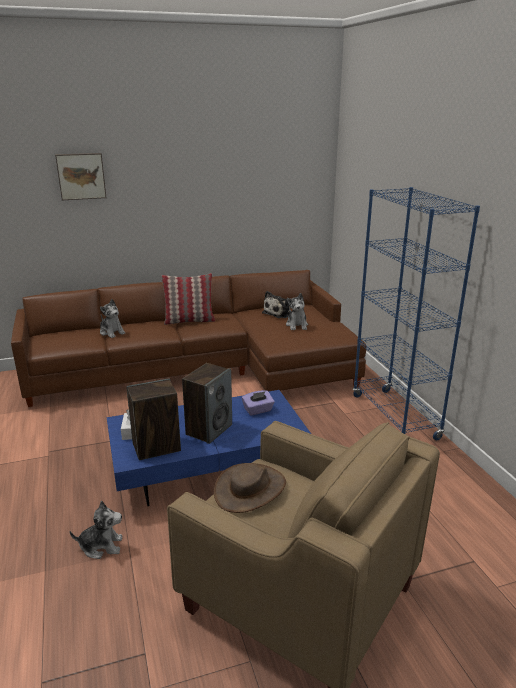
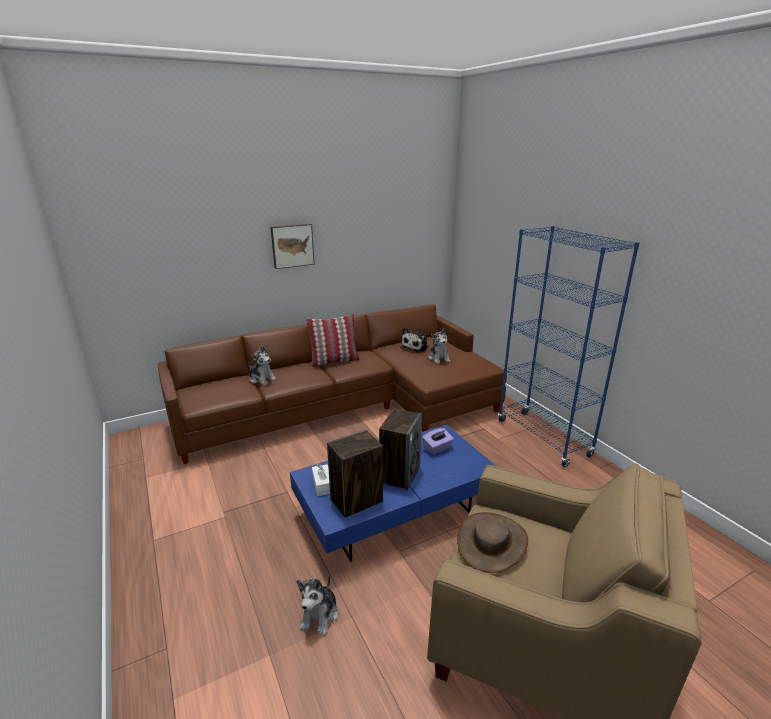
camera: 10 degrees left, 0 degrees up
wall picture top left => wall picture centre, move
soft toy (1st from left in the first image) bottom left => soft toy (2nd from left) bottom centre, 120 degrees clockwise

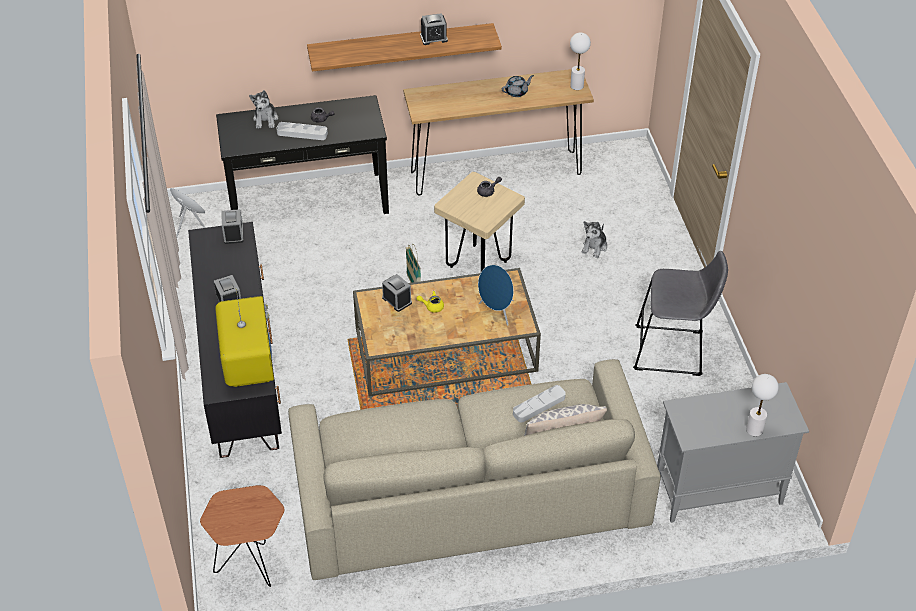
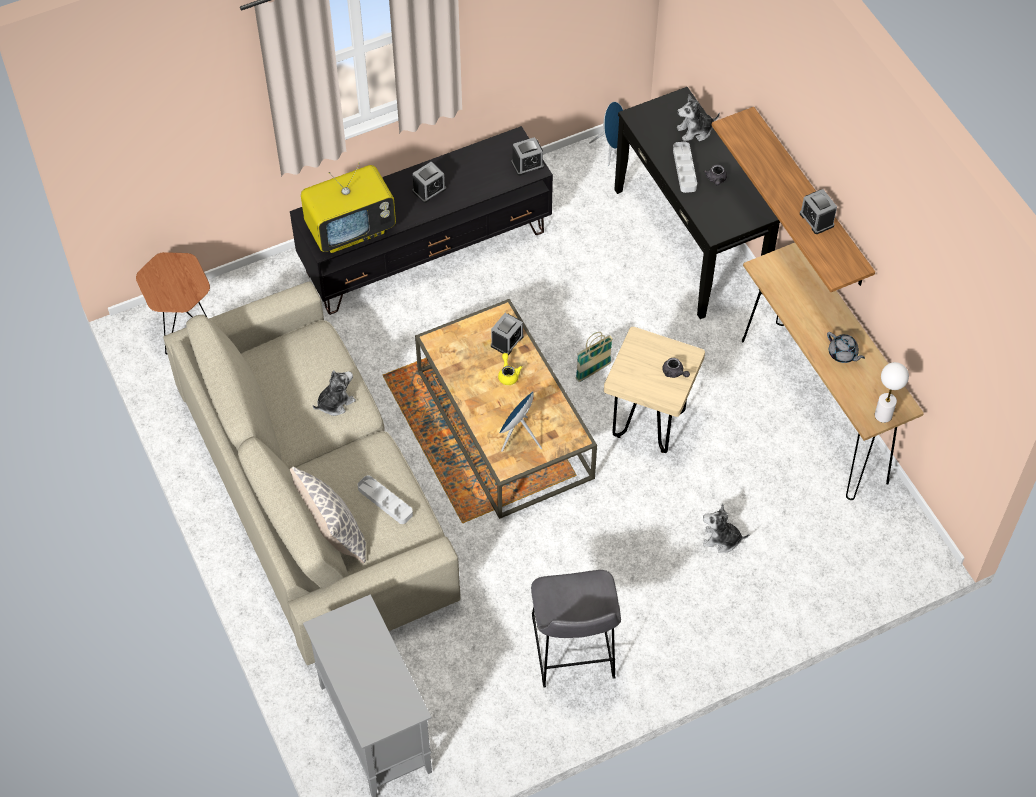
camera: 75 degrees right, 10 degrees up
table lamp in white (2nd from left) middle right => nothing
nothing => soft toy (1st from left) middle left

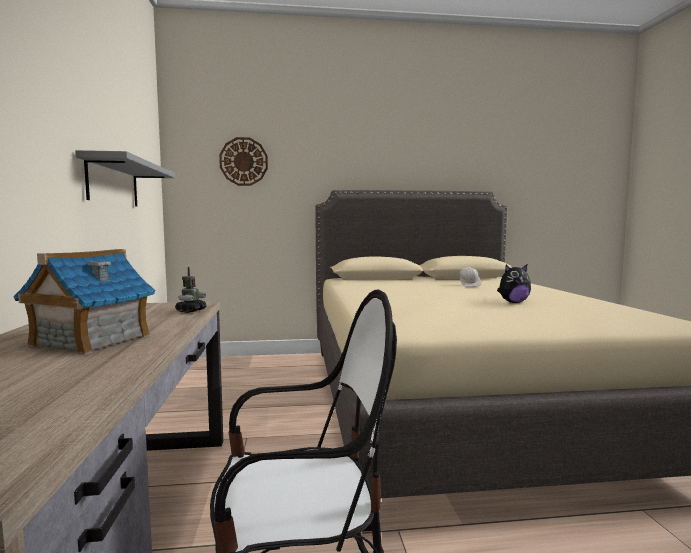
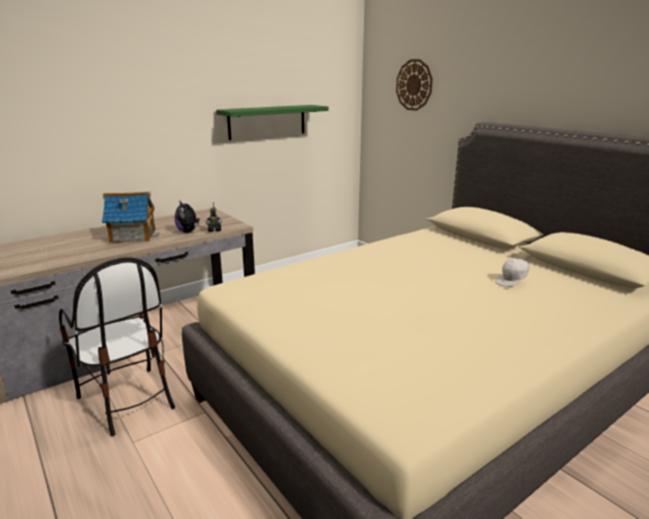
camera: 60 degrees right, 15 degrees up
bracket shelf in gray top left => bracket shelf in green top centre
soft toy middle right => soft toy middle left, move

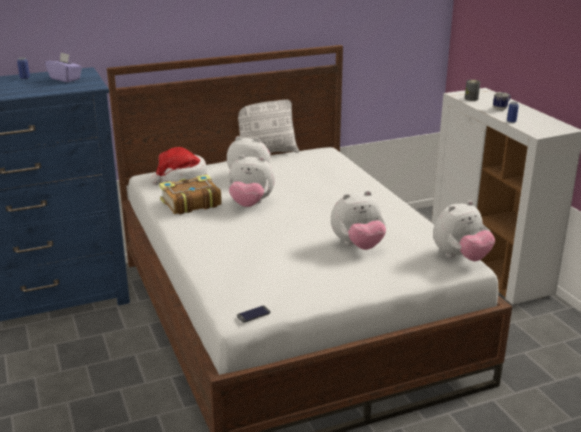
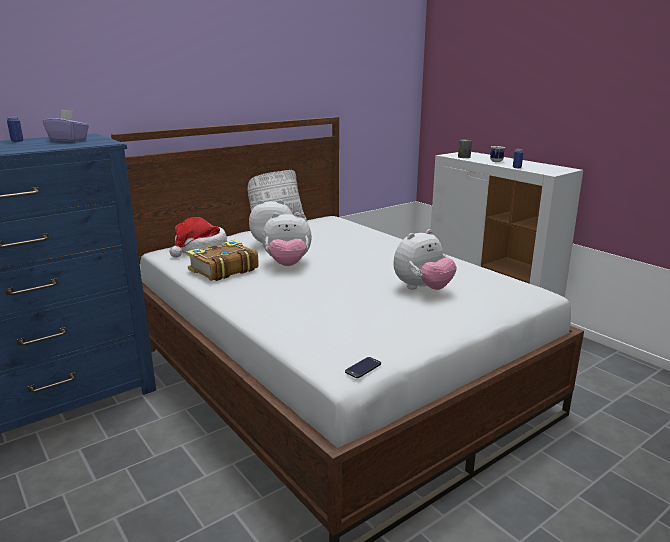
camera: 15 degrees left, 5 degrees down
soft toy (4th from left) middle right => nothing

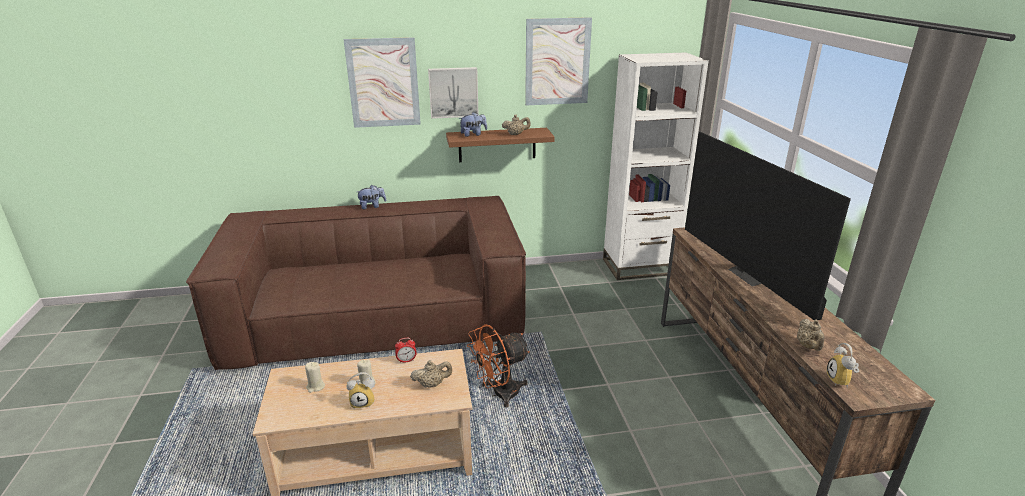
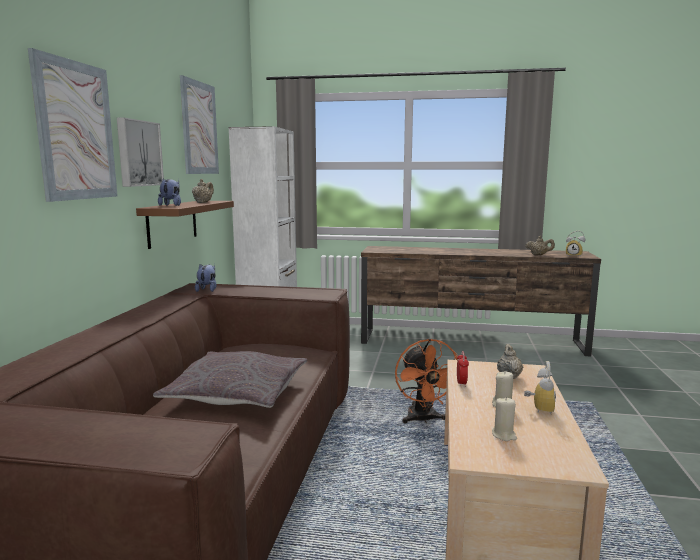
camera: 70 degrees left, 15 degrees down
soft toy (1st from left in the first image) centre => soft toy (2nd from left) middle left, move
TV set middle right => nothing
nothing => throw pillow in gray bottom left

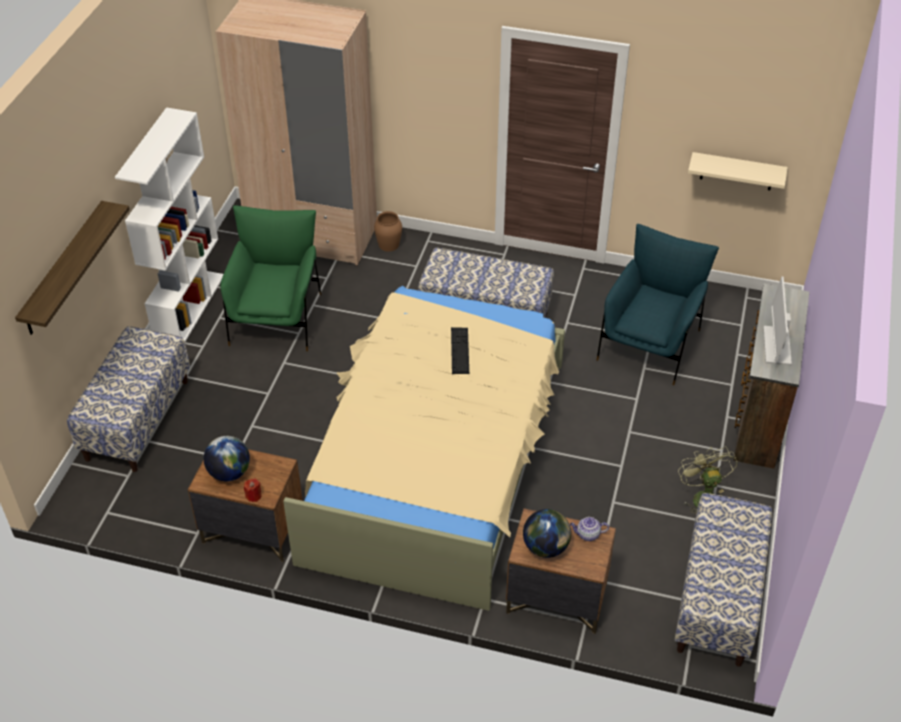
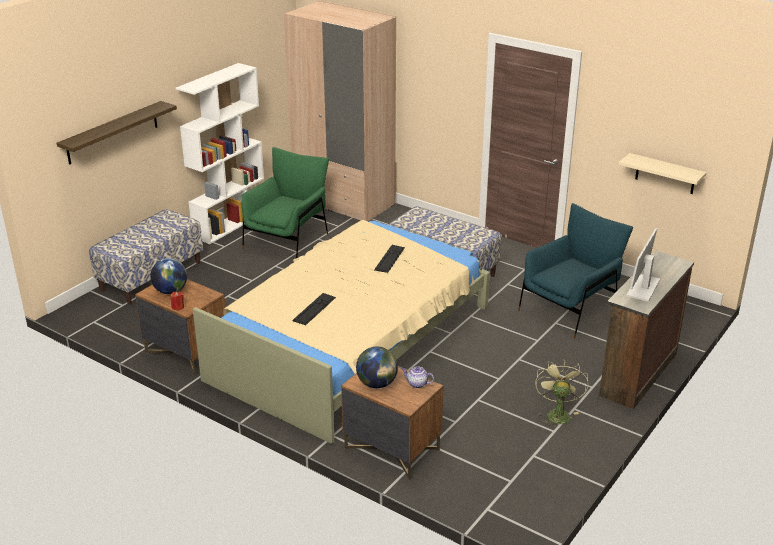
camera: 20 degrees right, 15 degrees down
flower vase in brown top centre => nothing
long seat (3rd from left) bottom right => nothing
nothing => PC keyboard (1st from left) centre

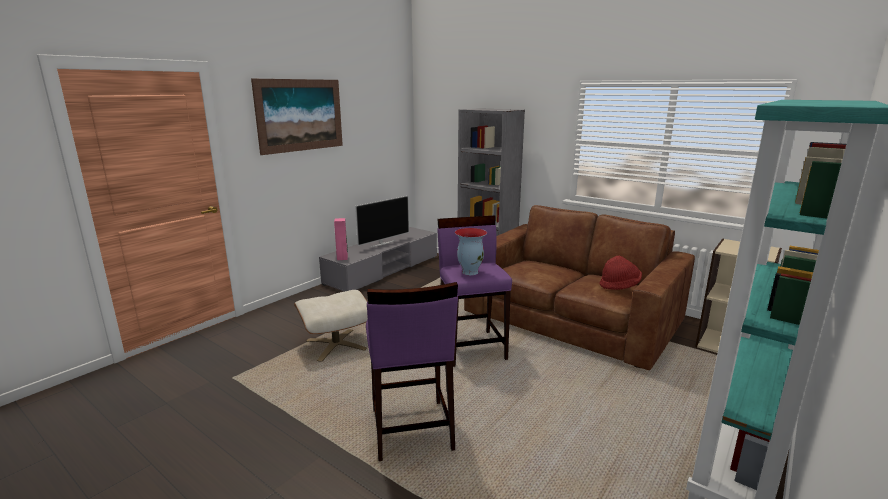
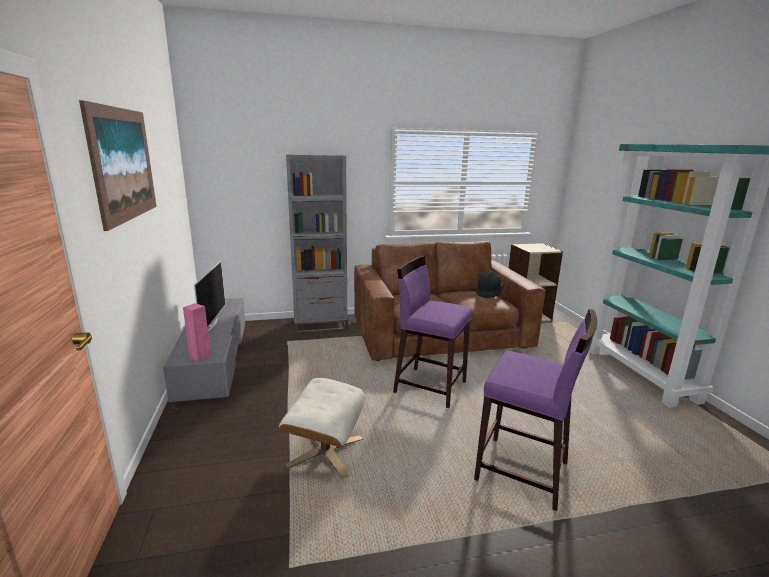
camera: 50 degrees left, 0 degrees up
flower vase centre => nothing
clothing hat in red-coloured middle right => clothing hat in black-coloured centre

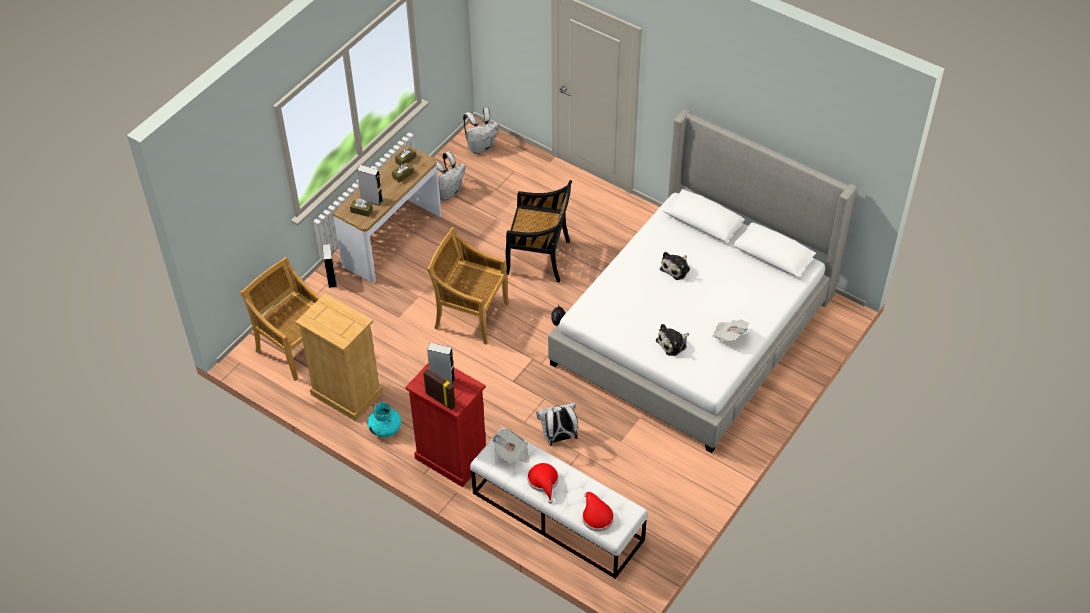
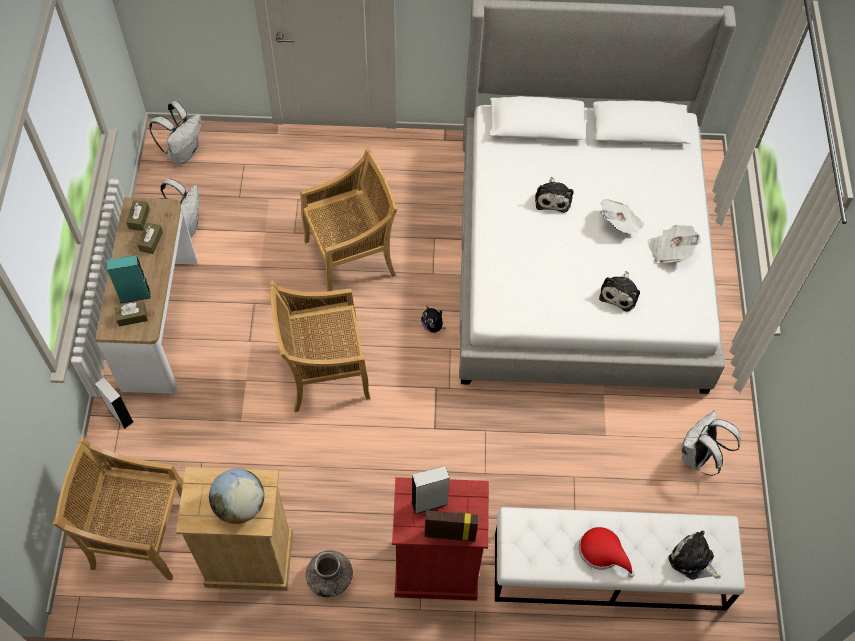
camera: 35 degrees left, 10 degrees up
speaker in gray (2nd from left) top centre => speaker in turquoise middle left
flower vase in turquoise bottom centre => flower vase in gray bottom centre
newspaper (1st from left) bottom centre => newspaper (1st from left) middle right, move
upright chair in black-coloured centre => upright chair in beige-coloured (3rd from left) centre
backpack in white (3rd from left) bottom centre => backpack in white (3rd from left) bottom right, move
clothing hat in red-coloured (2nd from left) bottom centre => soft toy (4th from left) bottom right
nothing => world globe bottom left

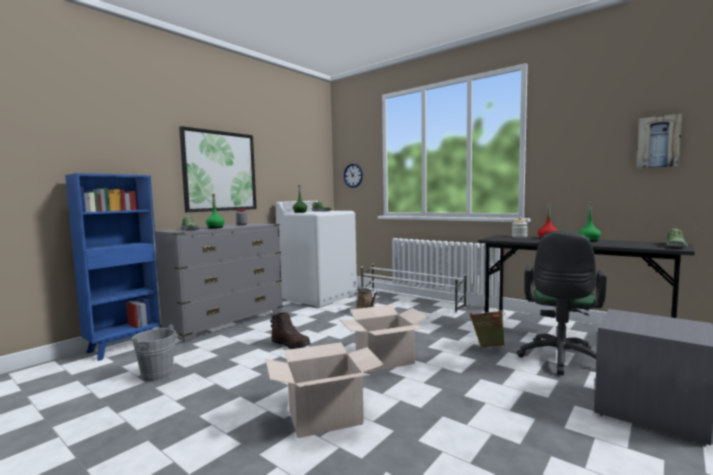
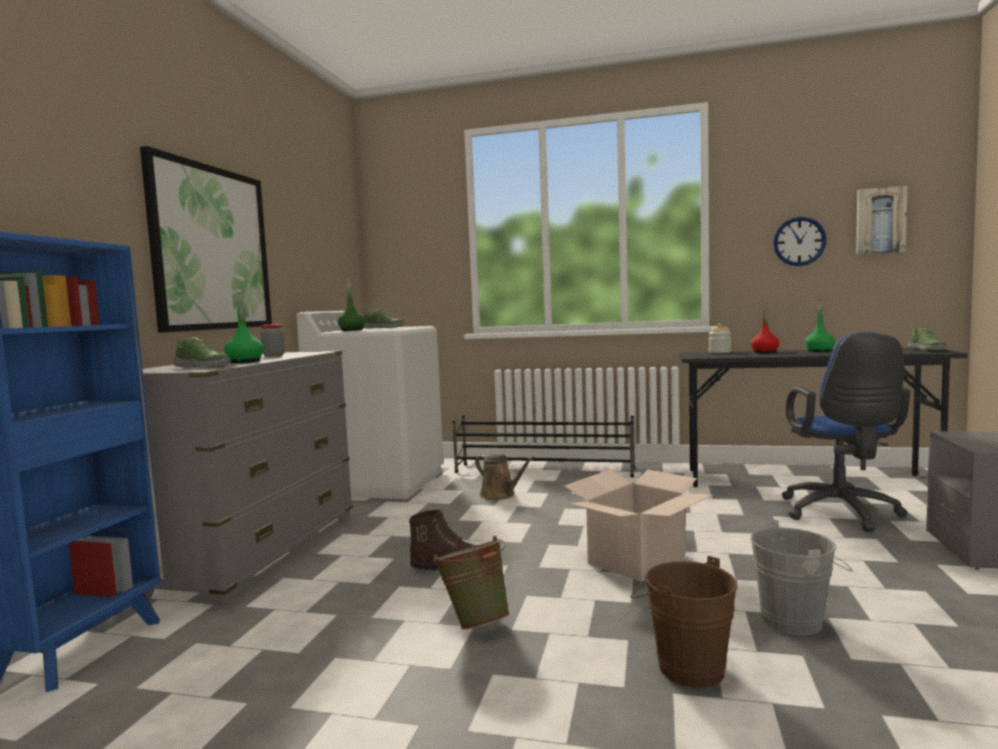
camera: 25 degrees left, 0 degrees up
bucket in gray bottom left => bucket in gray bottom right, move
carton (1st from left) bottom centre => bucket in brown bottom right
hanging clock centre => hanging clock top right, move
shoe stand in white centre => shoe stand in black-coloured centre
bucket in green bottom right => bucket in green bottom centre, move
computer chair in green middle right => computer chair in blue-coloured middle right

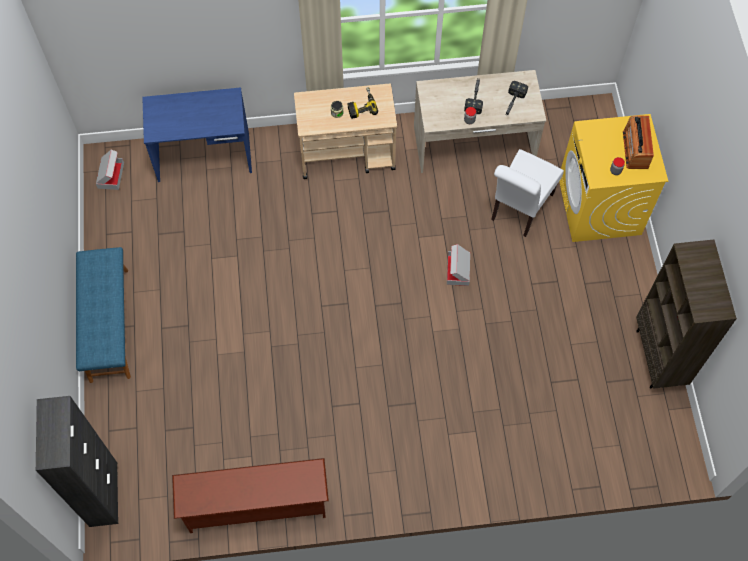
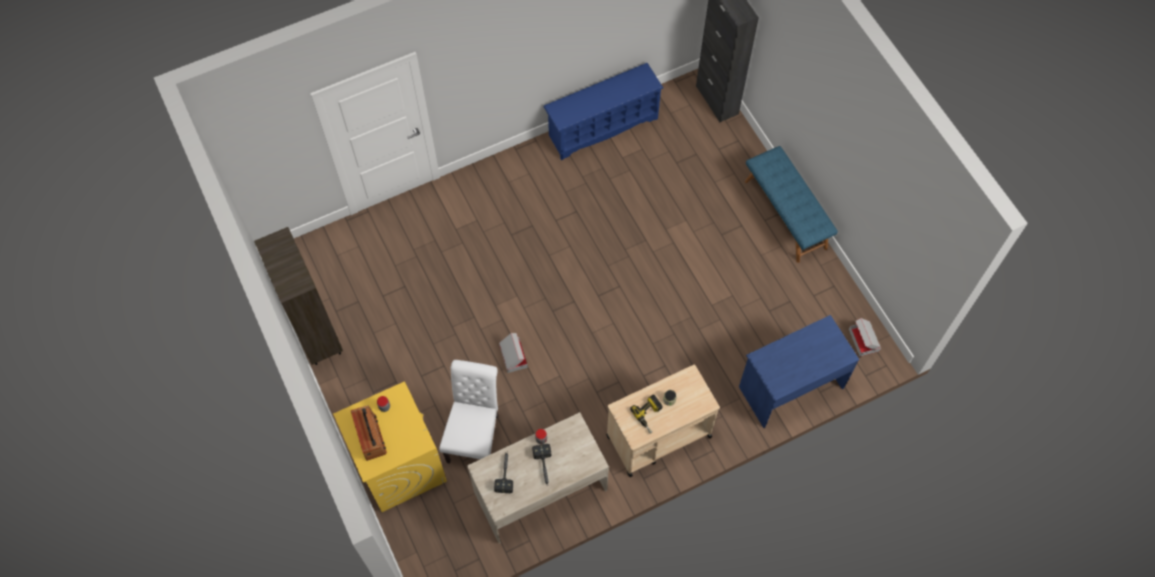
camera: 160 degrees right, 0 degrees up
shoe stand in brown bottom centre => shoe stand in blue-coloured top centre

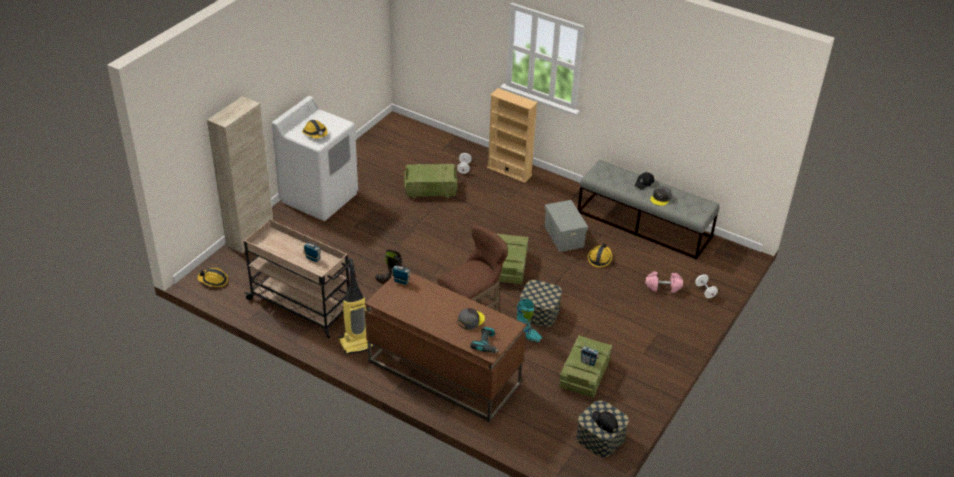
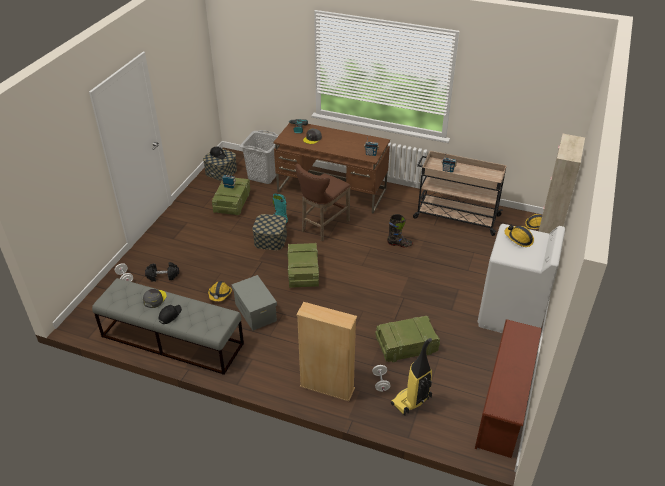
camera: 170 degrees right, 0 degrees up
vacuum centre => vacuum bottom centre, move
hand weight in pink middle right => hand weight in black-coloured middle left
nothing => hamper in gray top centre
nothing => shoe stand in brown bottom right

